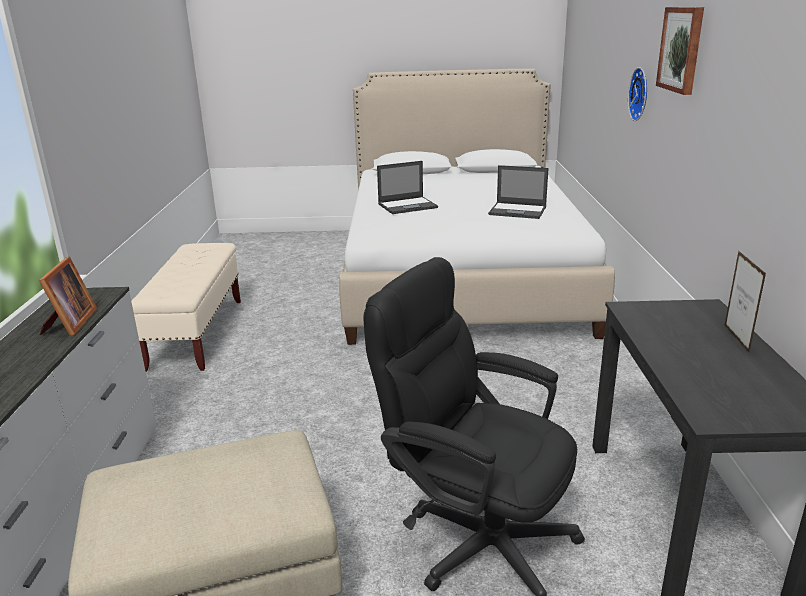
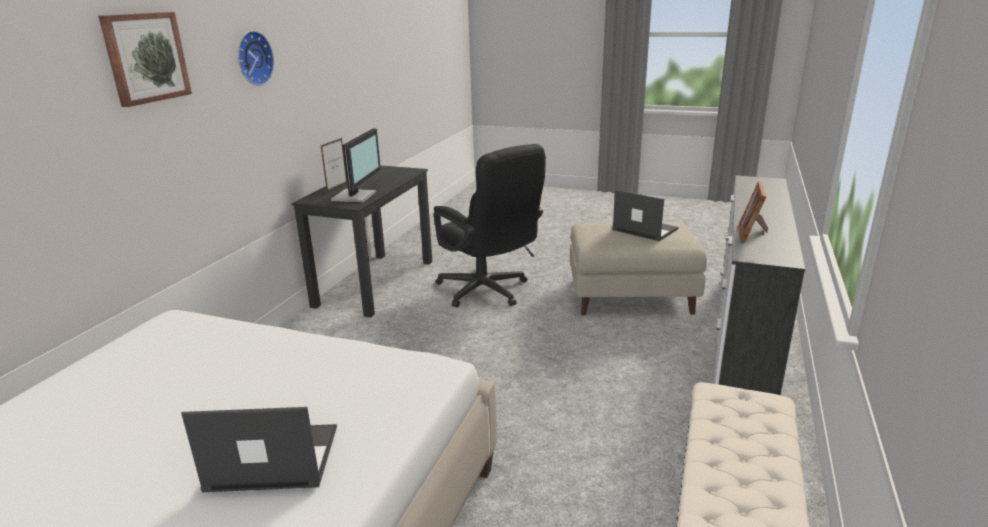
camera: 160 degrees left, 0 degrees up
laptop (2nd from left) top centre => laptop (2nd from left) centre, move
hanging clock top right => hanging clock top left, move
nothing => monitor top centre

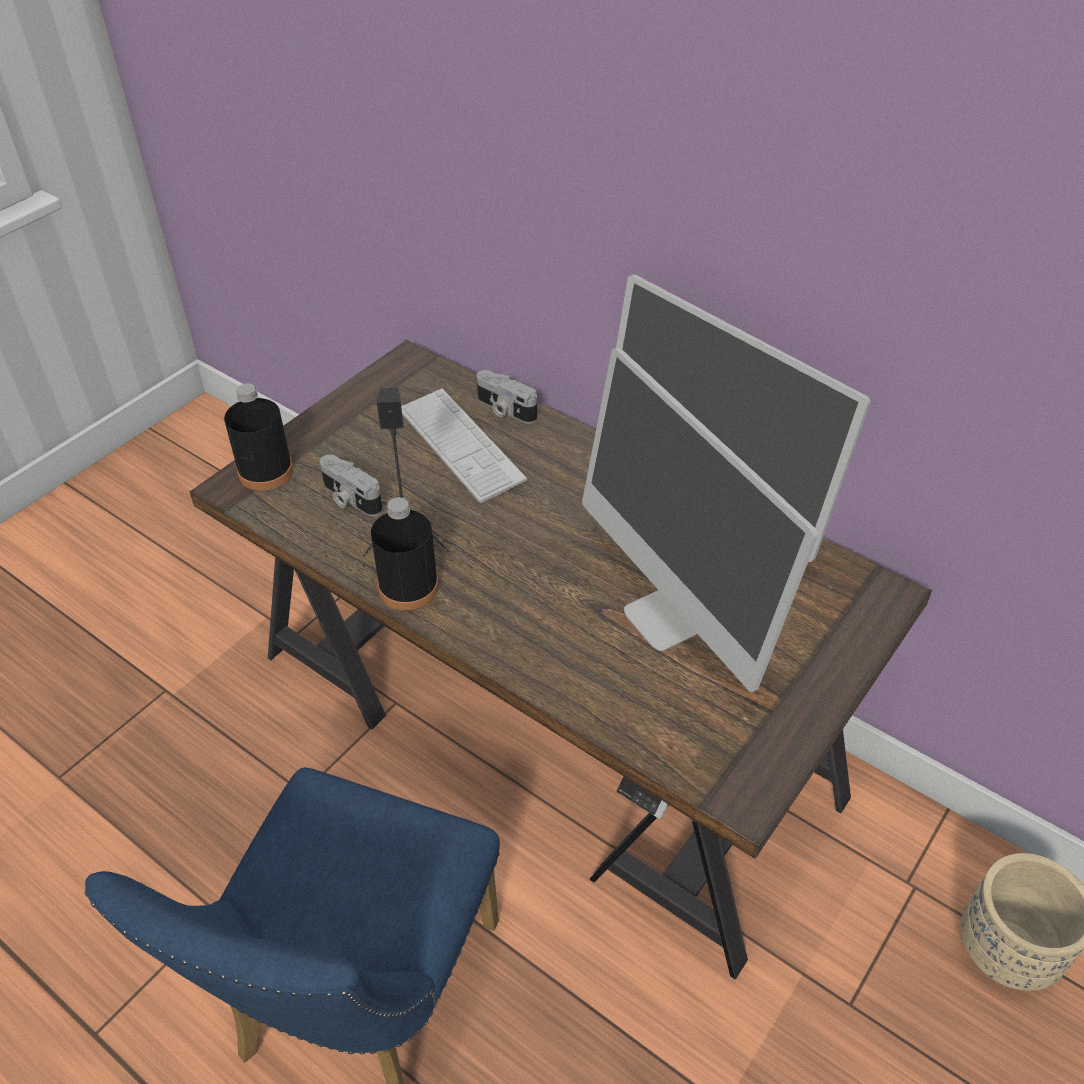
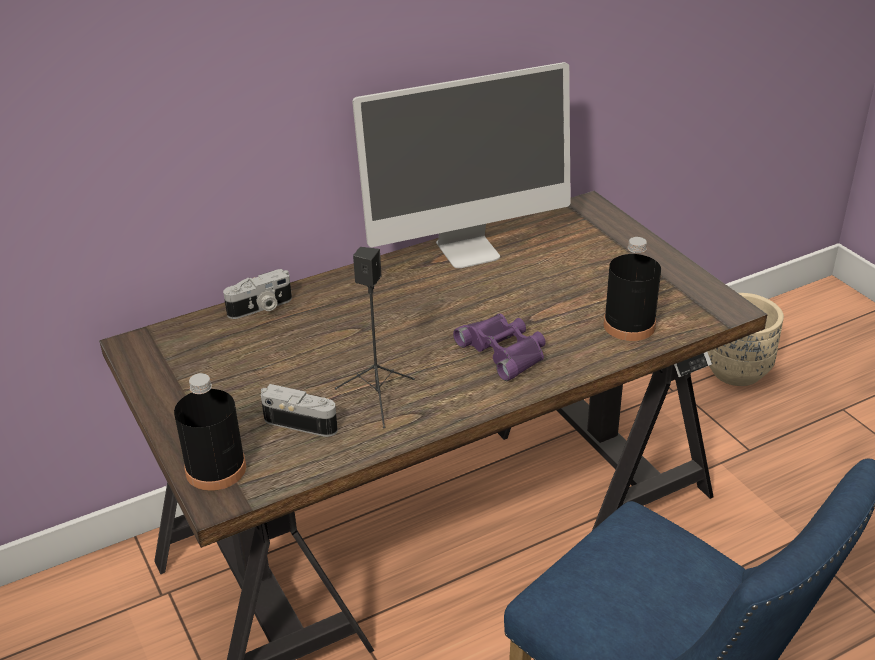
camera: 65 degrees left, 10 degrees down
still camera (1st from left in the first image) middle left => still camera (2nd from left) centre, 135 degrees counterclockwise
beverage bottle in black-coloured (2nd from left) centre => beverage bottle in black-coloured (2nd from left) middle right, move
PC keyboard centre => nothing
monitor (1st from left) centre => nothing
nothing => pair of binoculars in purple centre

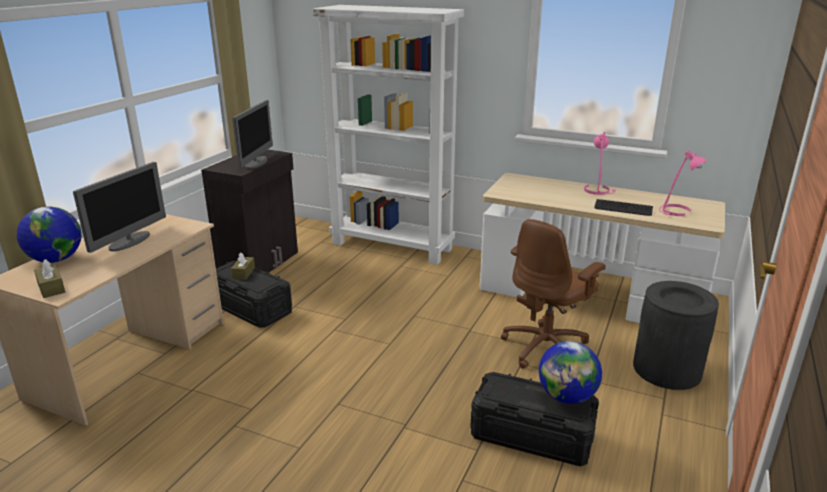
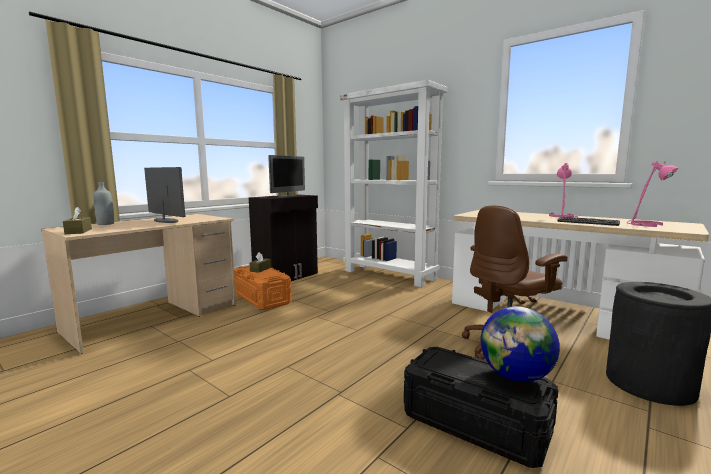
camera: 15 degrees right, 15 degrees down
world globe (1st from left) middle left => beverage bottle in gray middle left
monitor (1st from left) middle left, 90 degrees counterclockwise
storage box in black-coloured (1st from left) middle left => storage box in orangey centre

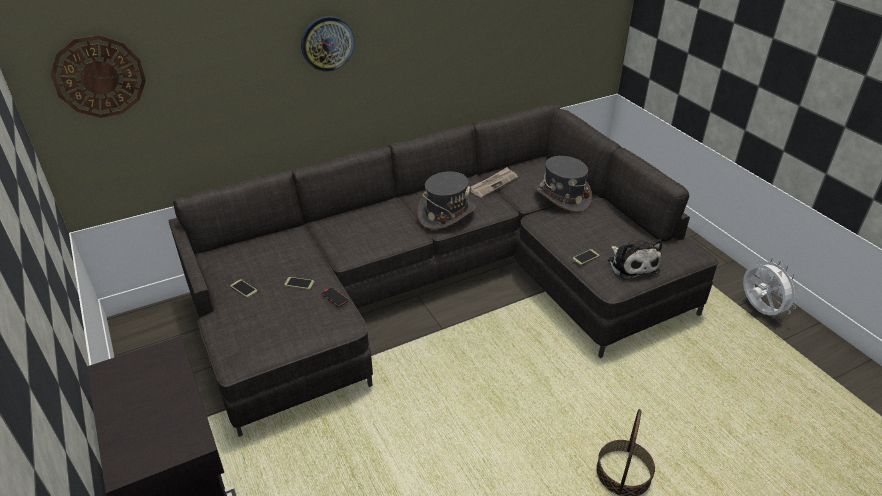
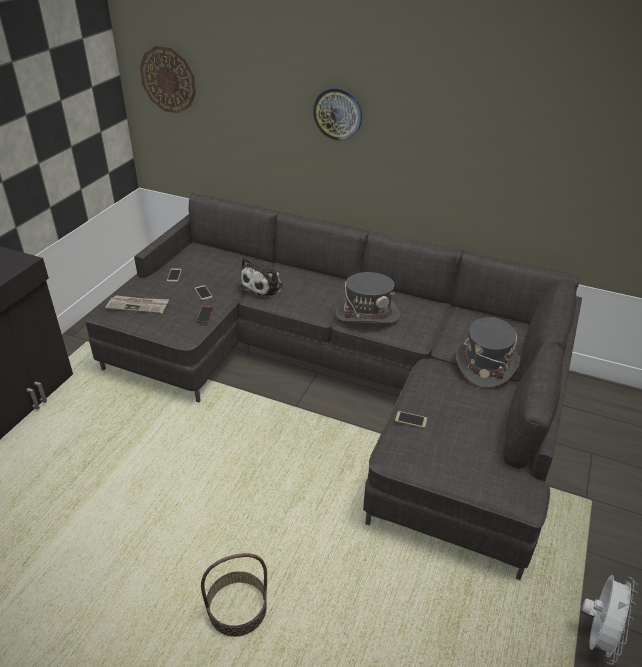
camera: 50 degrees right, 0 degrees up
newspaper centre => newspaper middle left, move
soft toy middle right => soft toy centre, move

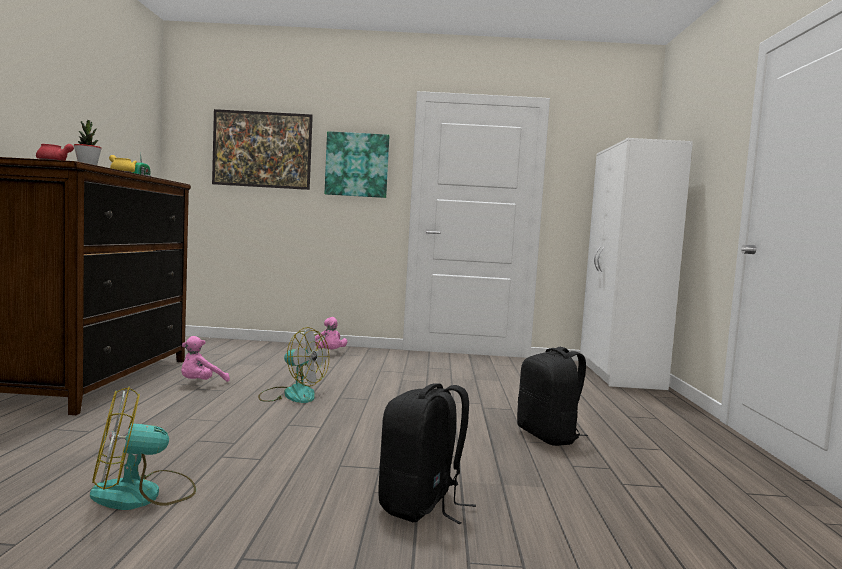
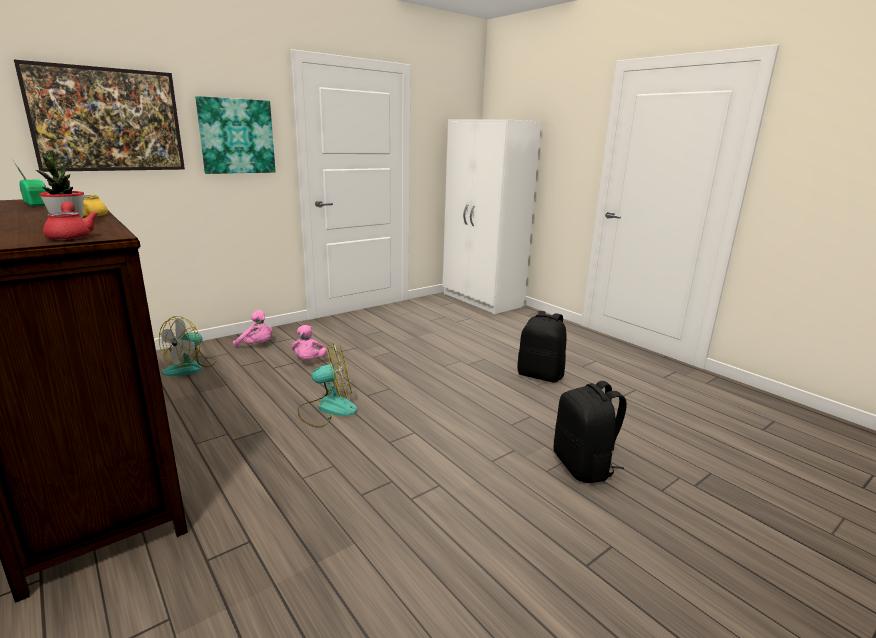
camera: 40 degrees left, 15 degrees up
electric fan (1st from left) bottom left => electric fan (1st from left) middle left, move
soft toy in pink (1st from left in the first image) middle left => soft toy in pink (2nd from left) centre, move

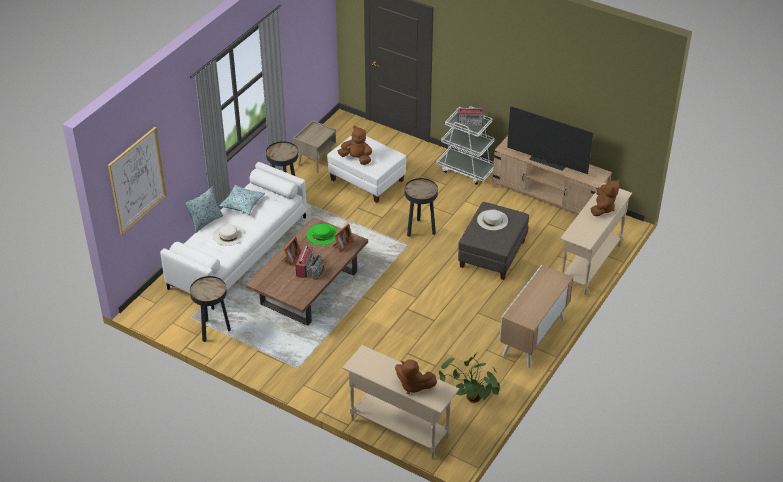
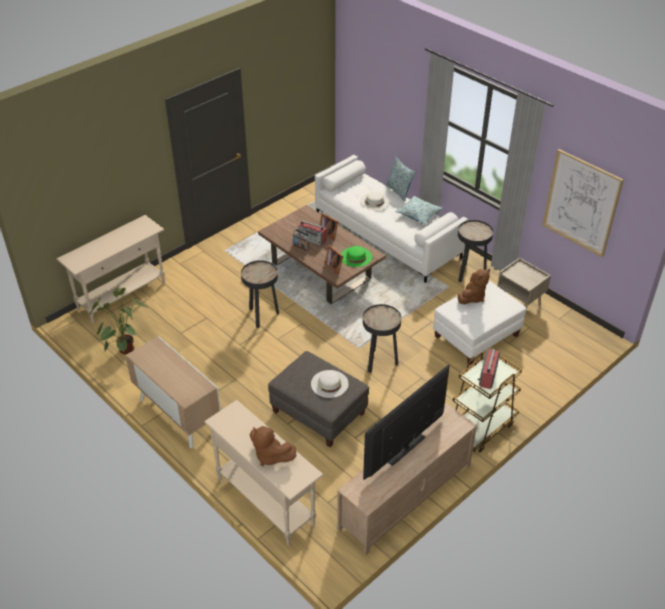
camera: 105 degrees right, 0 degrees up
wall picture middle left => wall picture middle right, move
side table in black-coloured (1st from left) middle left => side table in black-coloured (1st from left) centre, move
soft toy in brown (2nd from left) bottom centre => nothing
trolley in white top centre => trolley in brown middle right

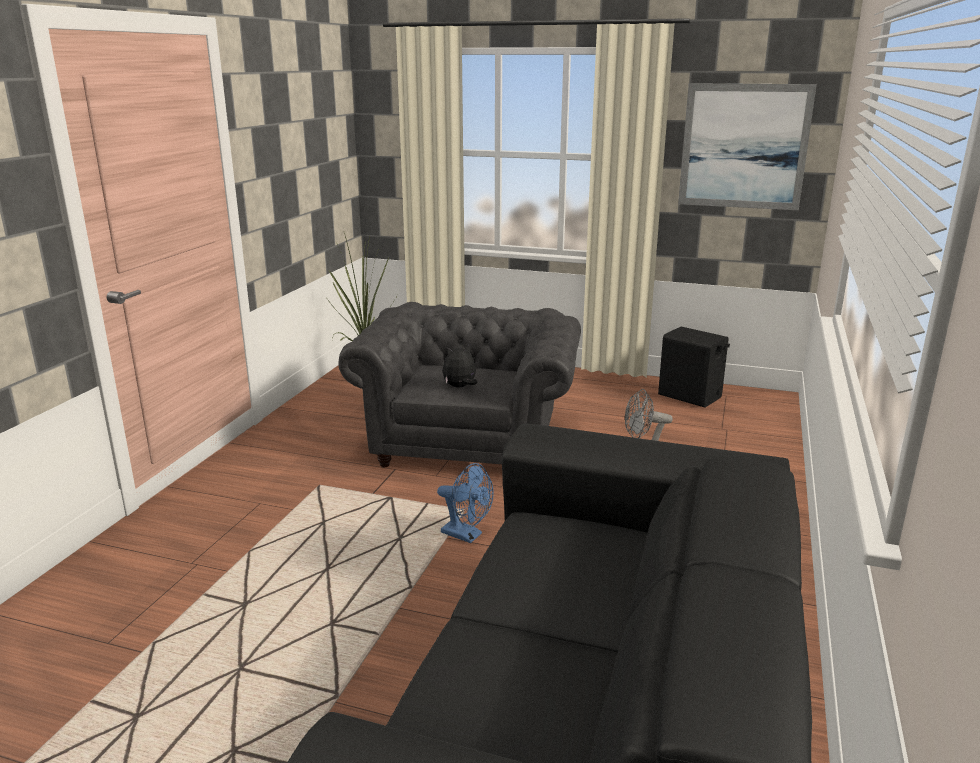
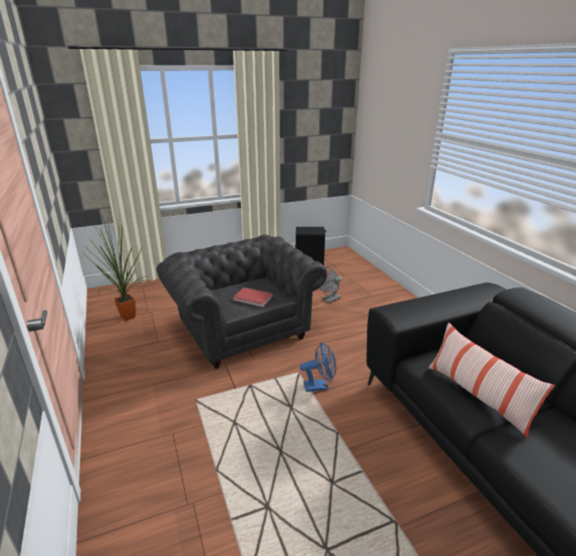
camera: 40 degrees left, 5 degrees up
soft toy centre => volume in red-coloured centre
wall picture top right => nothing
nothing => throw pillow bottom right

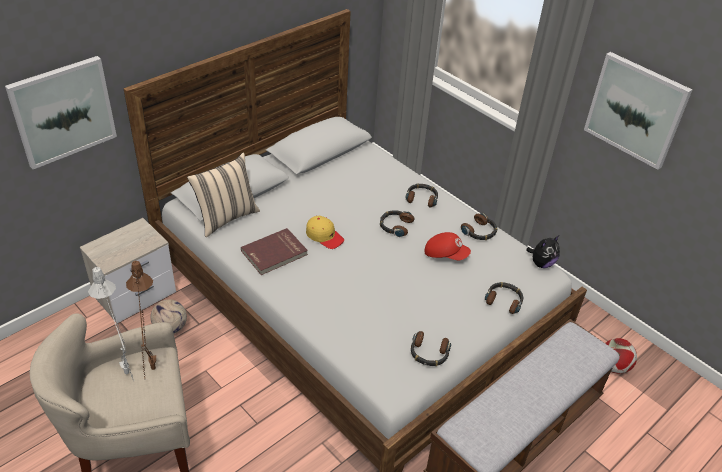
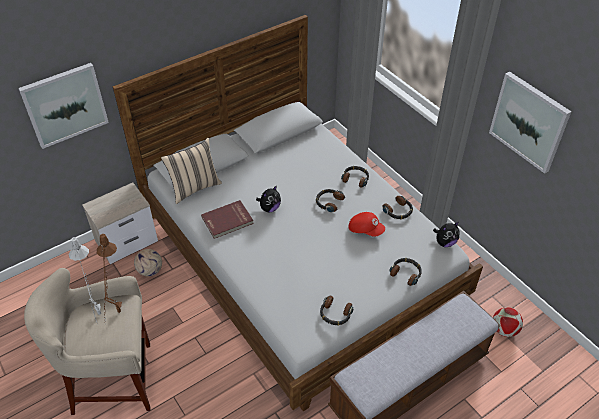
camera: 10 degrees right, 5 degrees up
peaked cap in yellowish centre => soft toy (1st from left) centre

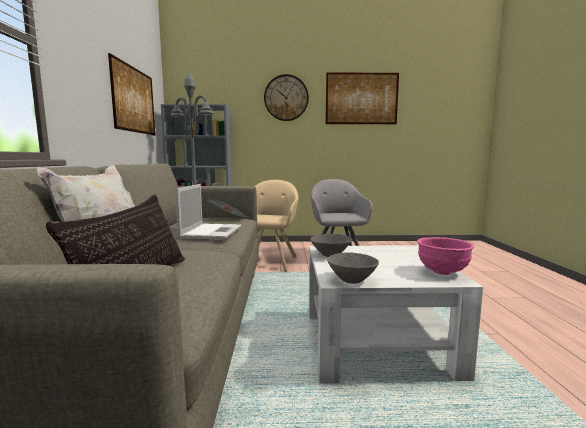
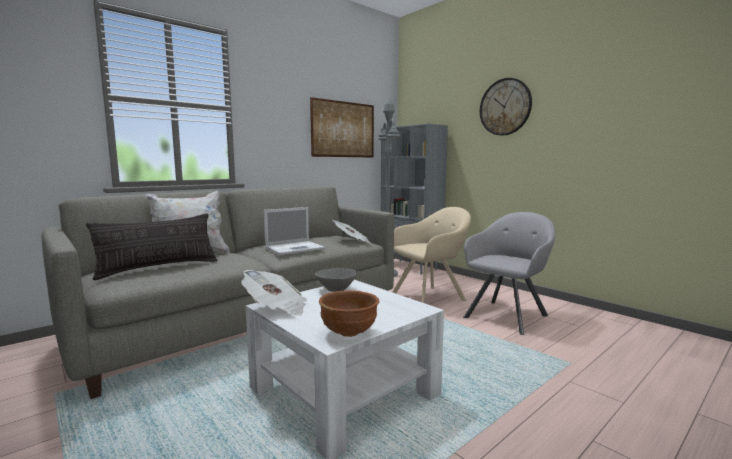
camera: 50 degrees right, 0 degrees up
wall picture (2nd from left) top centre => nothing
deep dish in gray (2nd from left) centre => newspaper (1st from left) centre
deep dish in pink middle right => deep dish in brown bottom centre

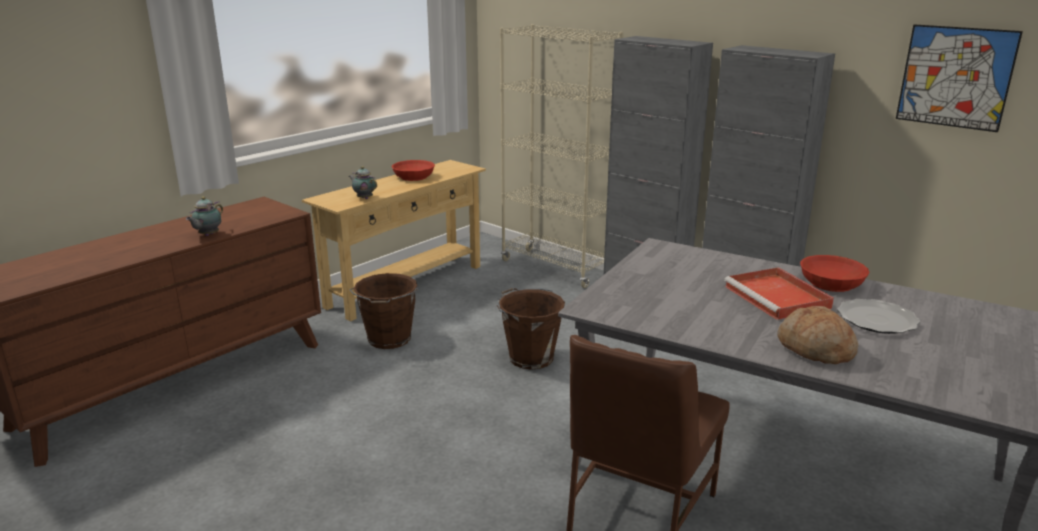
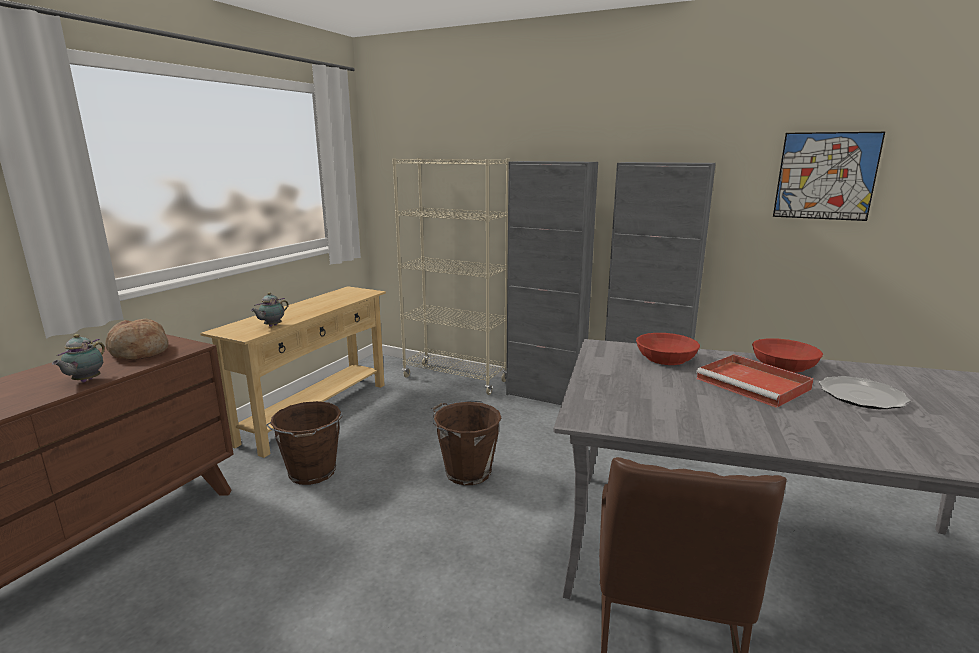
camera: 15 degrees left, 5 degrees down
tea pot (2nd from left) centre => tea pot (2nd from left) middle left, 75 degrees counterclockwise
deep dish in red-coloured (1st from left) top centre => deep dish in red-coloured (1st from left) middle right, move
baked bread middle right => baked bread middle left, move

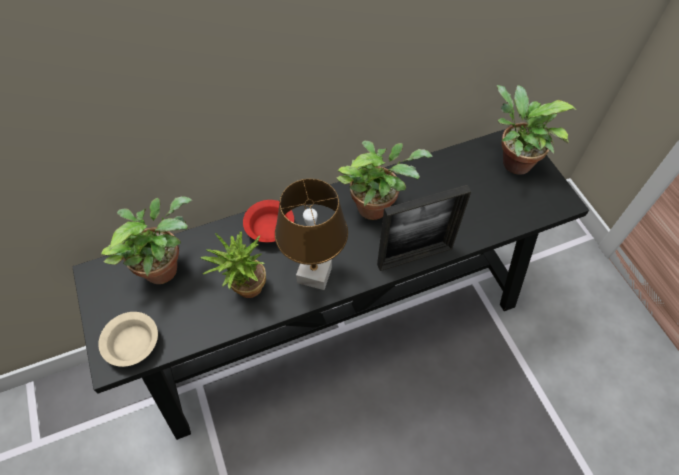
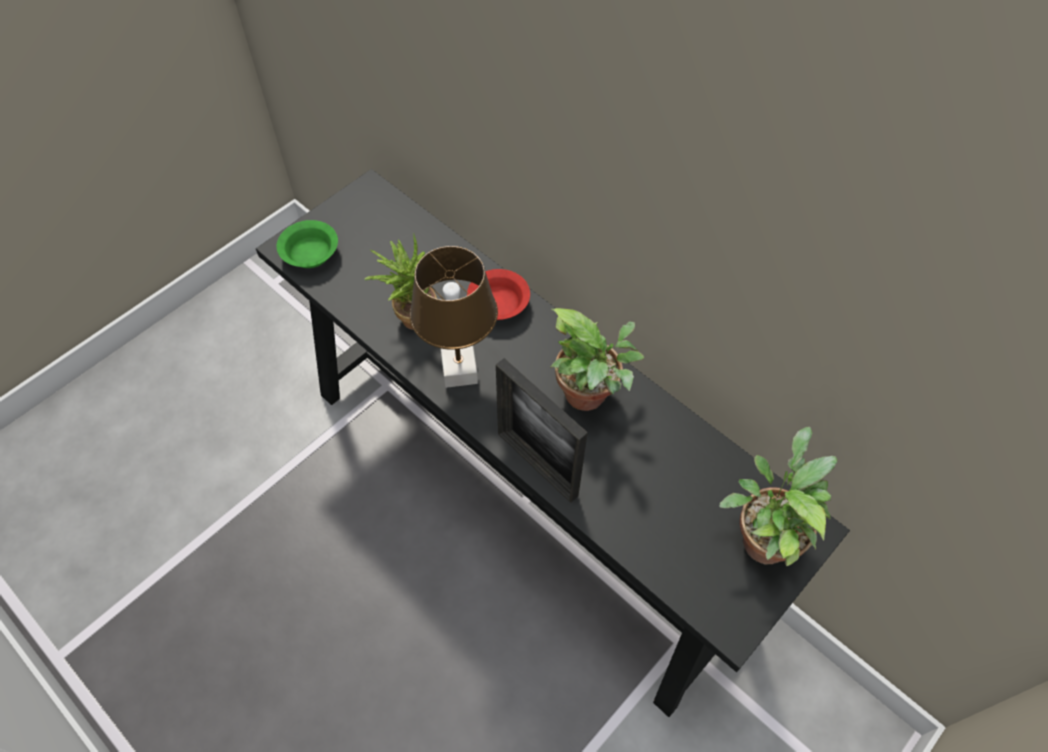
camera: 65 degrees right, 0 degrees up
deep dish in beige-coloured bottom left => deep dish in green top left
plant in a pot (1st from left) middle left => nothing

